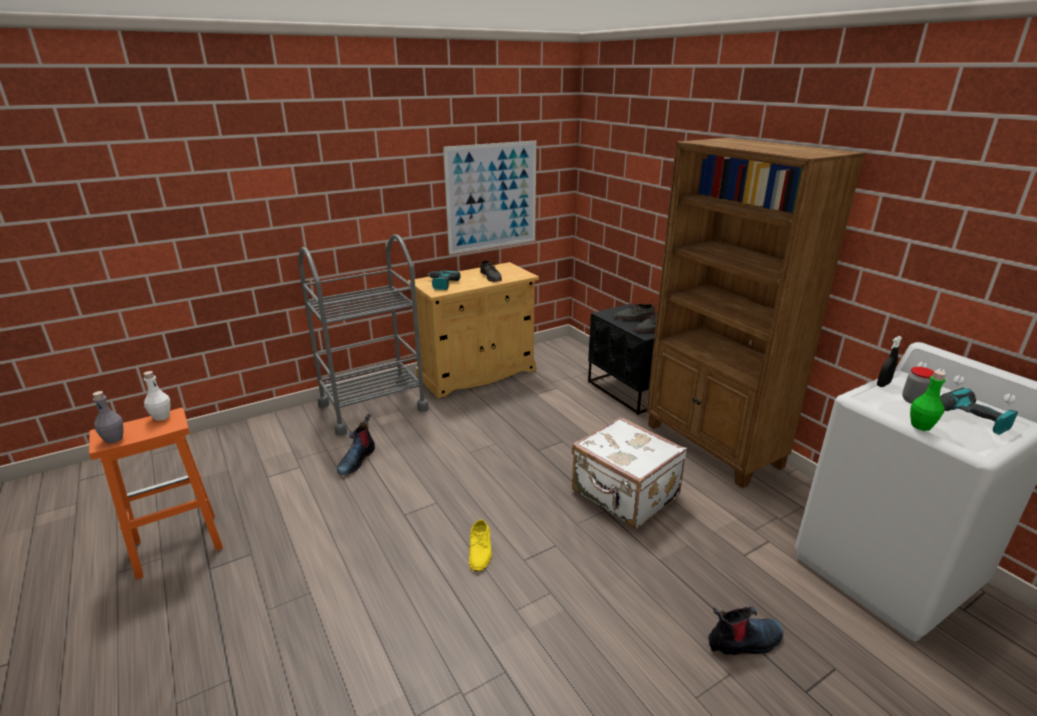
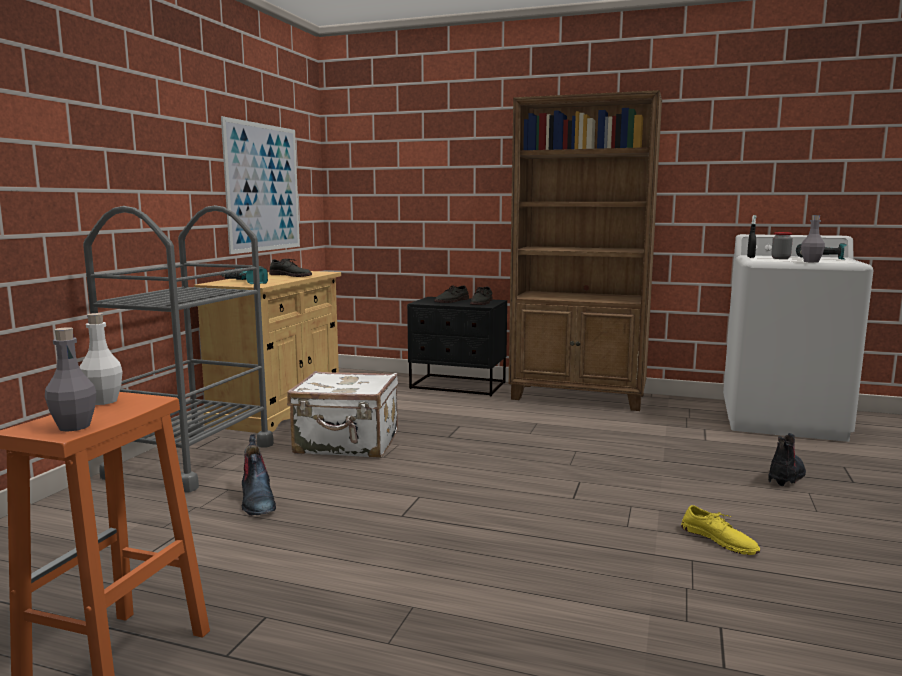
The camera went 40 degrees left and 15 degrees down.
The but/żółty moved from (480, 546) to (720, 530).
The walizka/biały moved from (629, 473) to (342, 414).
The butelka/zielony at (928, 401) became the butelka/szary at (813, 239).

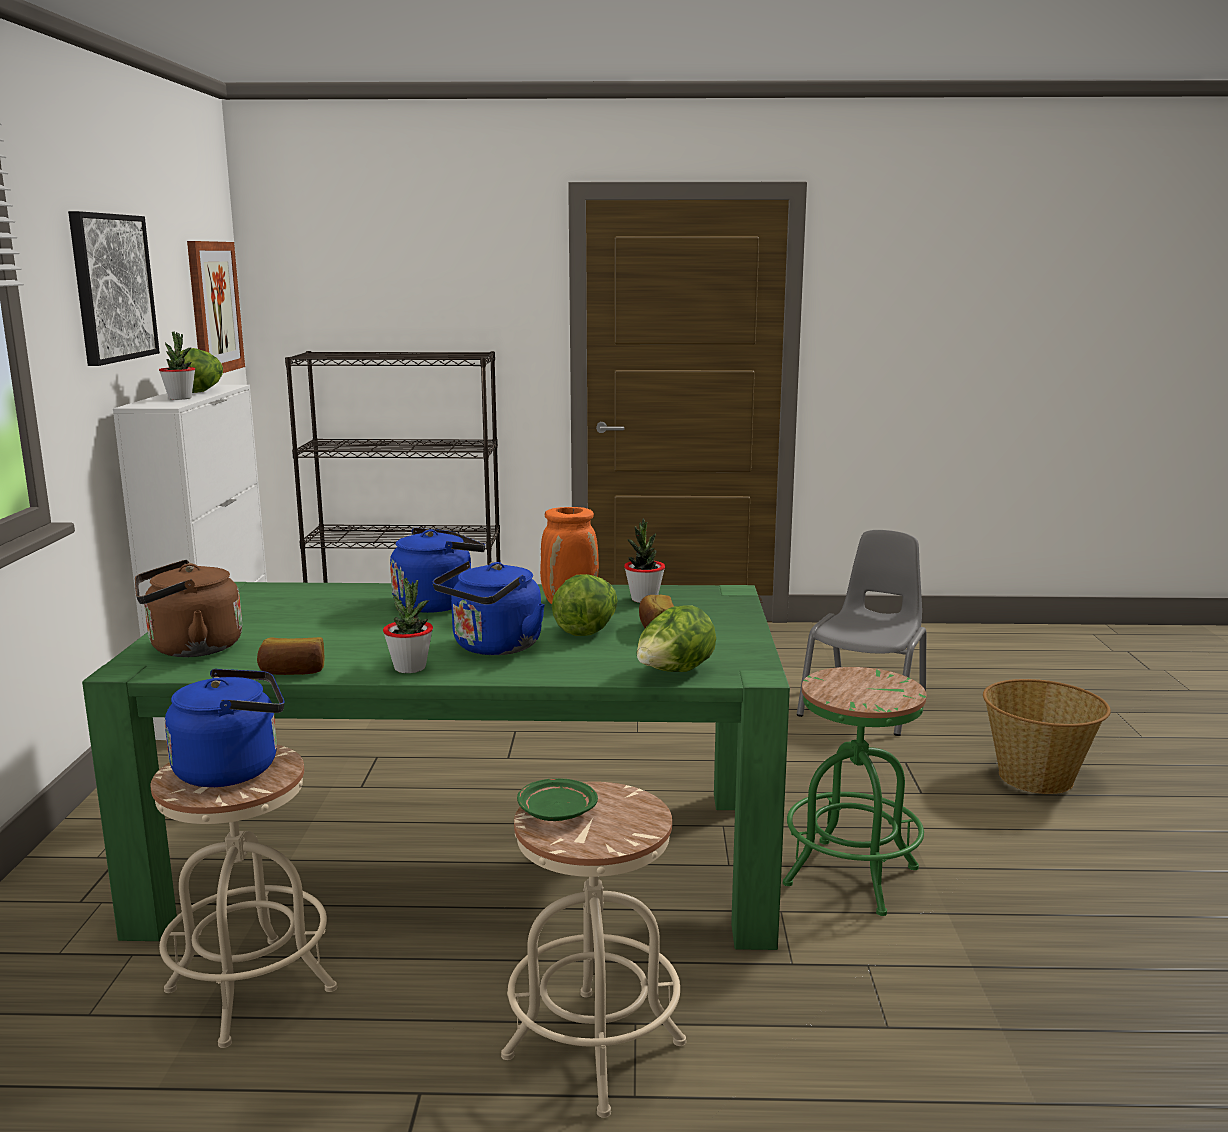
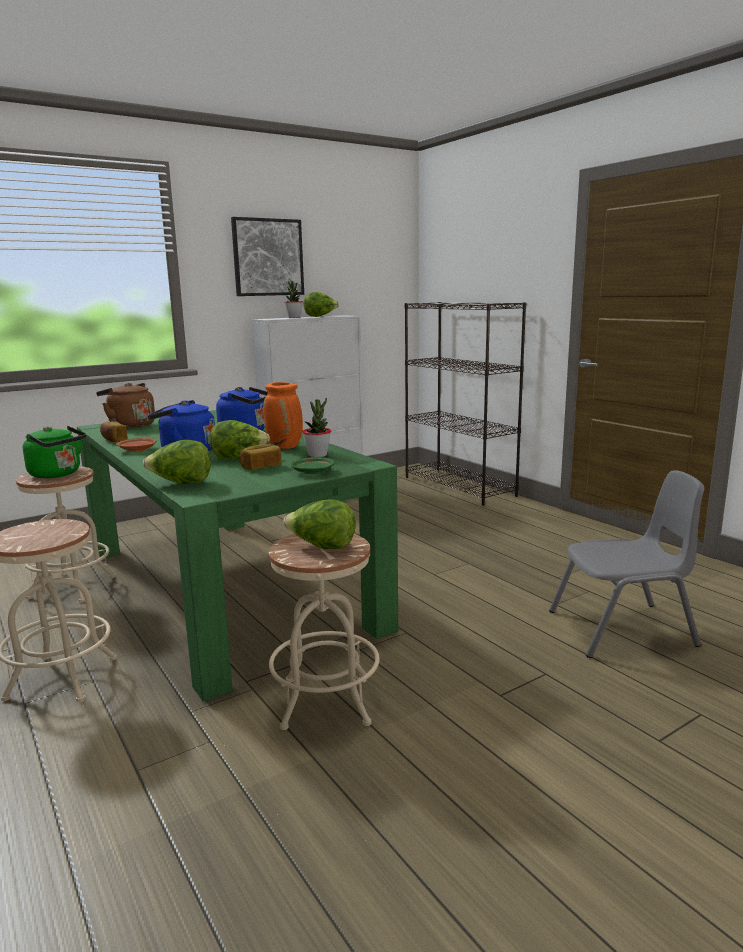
The camera went 55 degrees right and 0 degrees up.
The obraz at (216, 307) disappeared.
The koszyk at (1047, 736) disappeared.
The sałata at (319, 524) appeared.
The talerz/zielony moved from (557, 799) to (313, 465).
The roślina doniczkowa at (408, 625) was replaced by the talerz/brązowy at (136, 445).
The czajnik/niebieski at (225, 728) became the czajnik/zielony at (54, 452).
The stołek/zielony at (855, 791) became the stołek/beżowy at (324, 632).

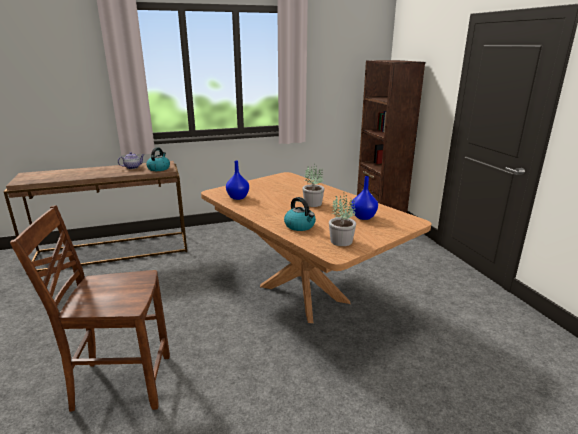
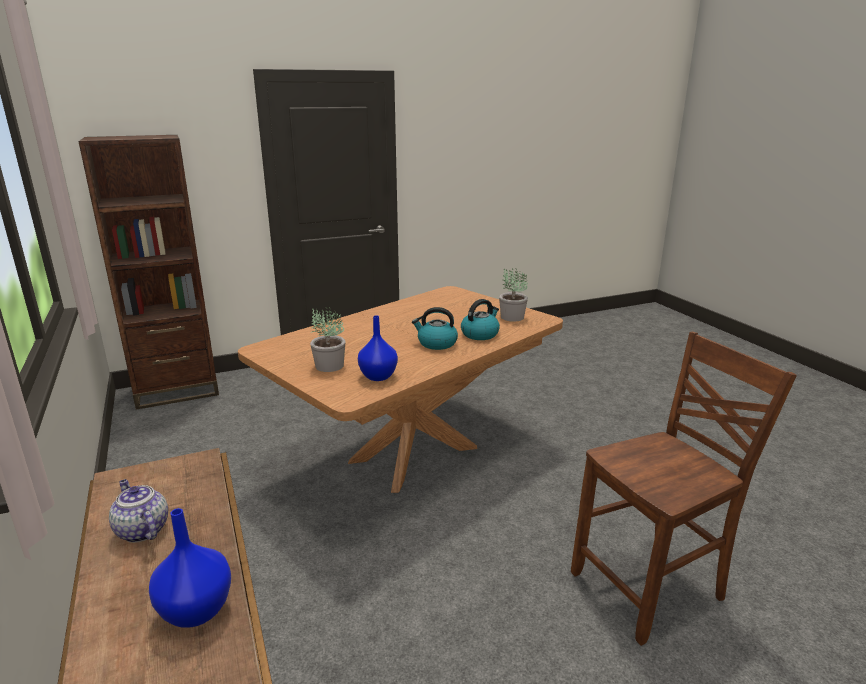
The camera went 95 degrees left and 0 degrees up.
The czajnik moved from (158, 159) to (435, 328).
The roślina doniczkowa moved from (313, 185) to (328, 339).
The wazon/niebieski moved from (364, 198) to (190, 568).
The krzesło/brązowy at (90, 308) turned 105 degrees counterclockwise.

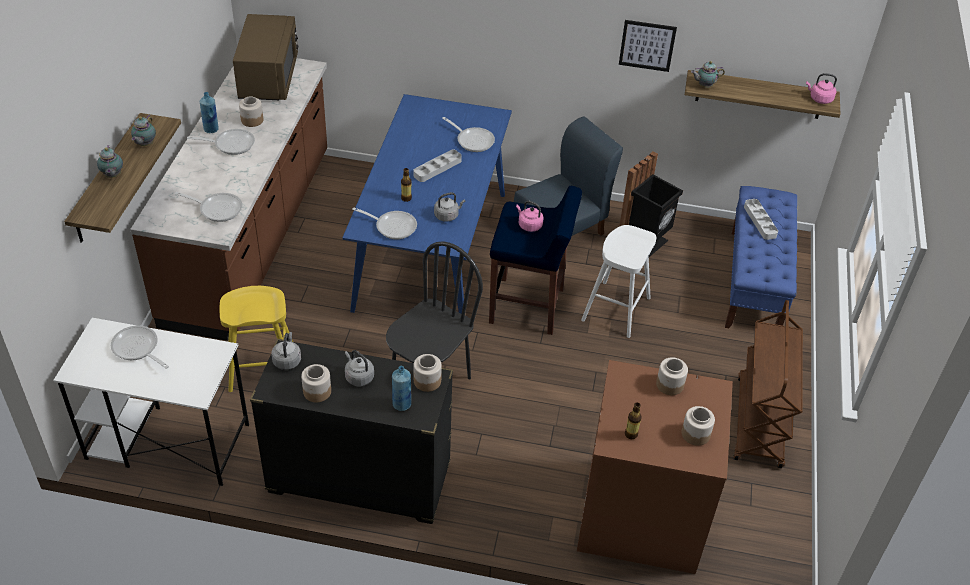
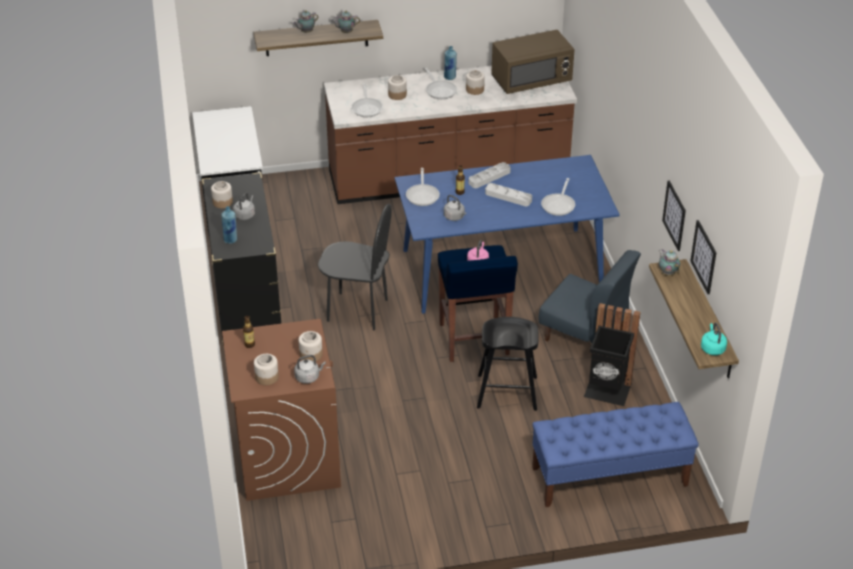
The camera went 70 degrees right and 5 degrees down.
The patelnia at (140, 347) disappeared.
The stołek/żółty at (256, 339) disappeared.
The wózek/brązowy at (768, 384) disappeared.
The obraz at (703, 257) appeared.
The czajnik/szary moved from (286, 351) to (310, 369).
The słoik moved from (427, 373) to (397, 87).
The taca/szary moved from (761, 219) to (490, 175).
The stołek/biały at (618, 281) became the stołek/czarny at (508, 364).
The czajnik/różowy at (821, 88) became the czajnik/turkusowy at (714, 339).

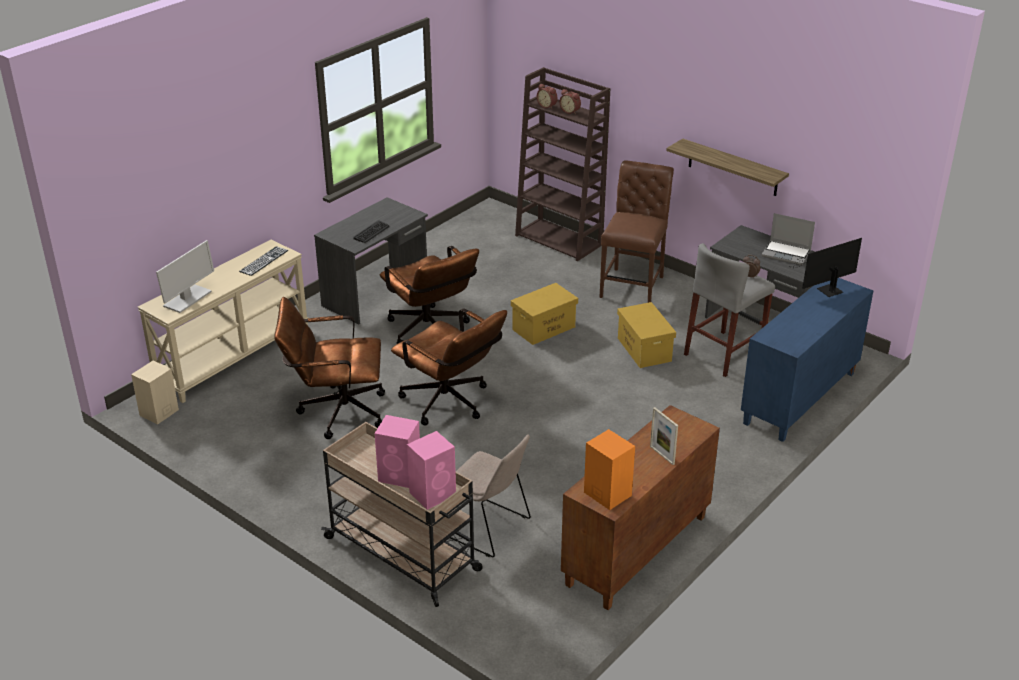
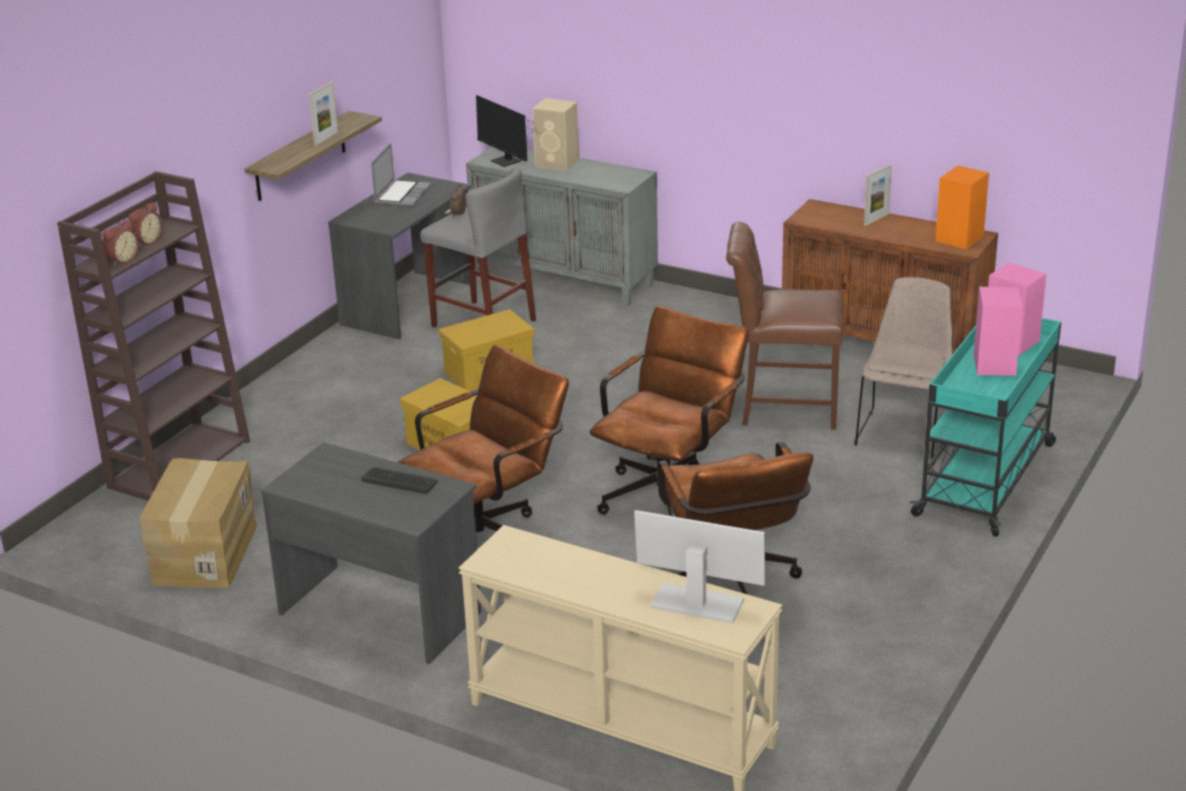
The camera went 100 degrees left and 5 degrees down.
The klawiatura at (263, 261) disappeared.
The karton at (198, 523) appeared.
The ramka na zdjęcie at (323, 113) appeared.
The głośnik/beżowy moved from (155, 393) to (555, 134).
The krzesło/brązowy moved from (636, 231) to (785, 326).
The wózek/beżowy at (402, 514) became the wózek/turkusowy at (985, 427).
The szafka/niebieski at (807, 360) became the szafka/szary at (562, 226).

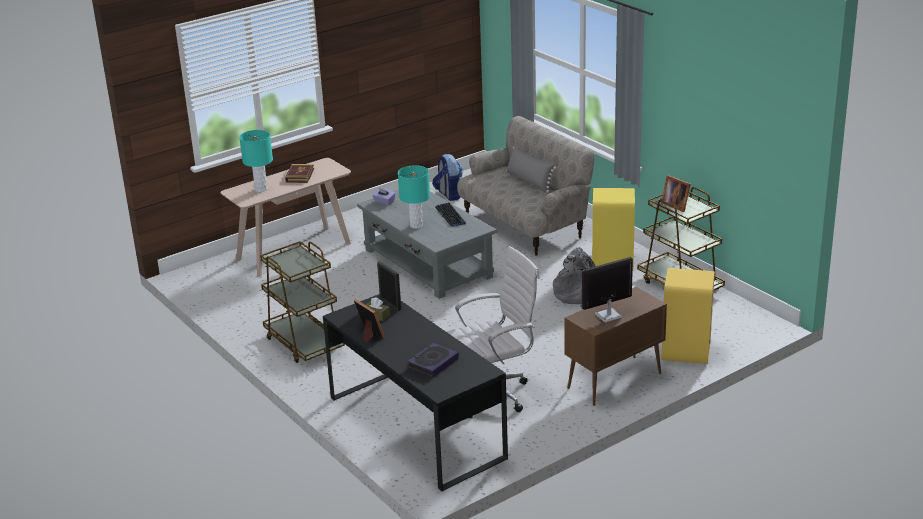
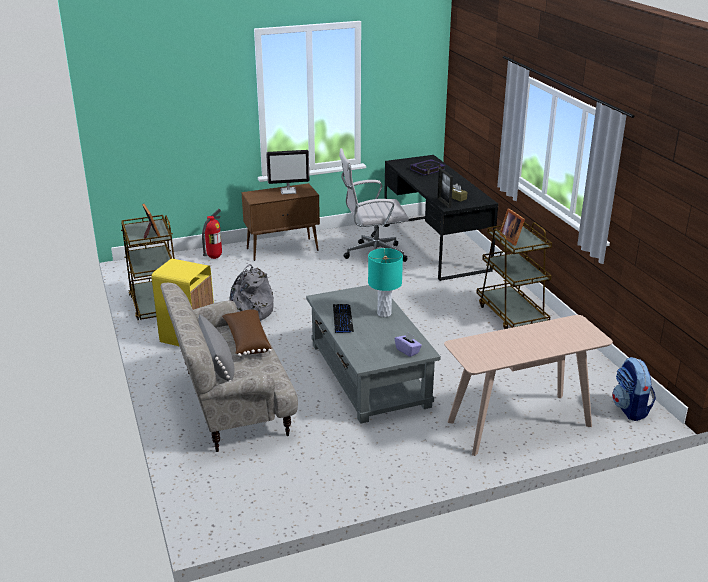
The camera went 165 degrees left and 0 degrees up.
The lampa stołowa/turkusowy at (256, 161) disappeared.
The książka at (299, 173) disappeared.
The poduszka/brązowy at (247, 333) appeared.
The ramka na zdjęcie moved from (369, 321) to (512, 227).
The plecak moved from (447, 177) to (634, 389).
The kosz na śmieci/żółty at (688, 316) was replaced by the gaśnica at (212, 234).

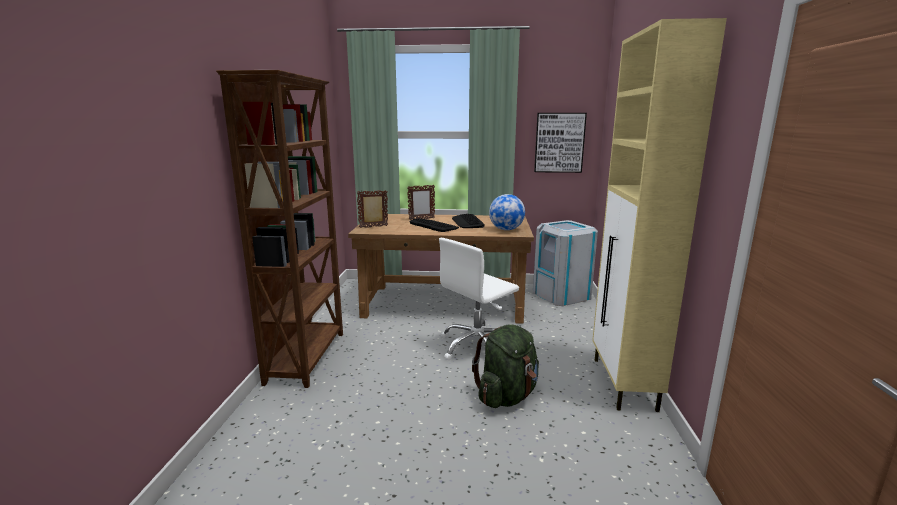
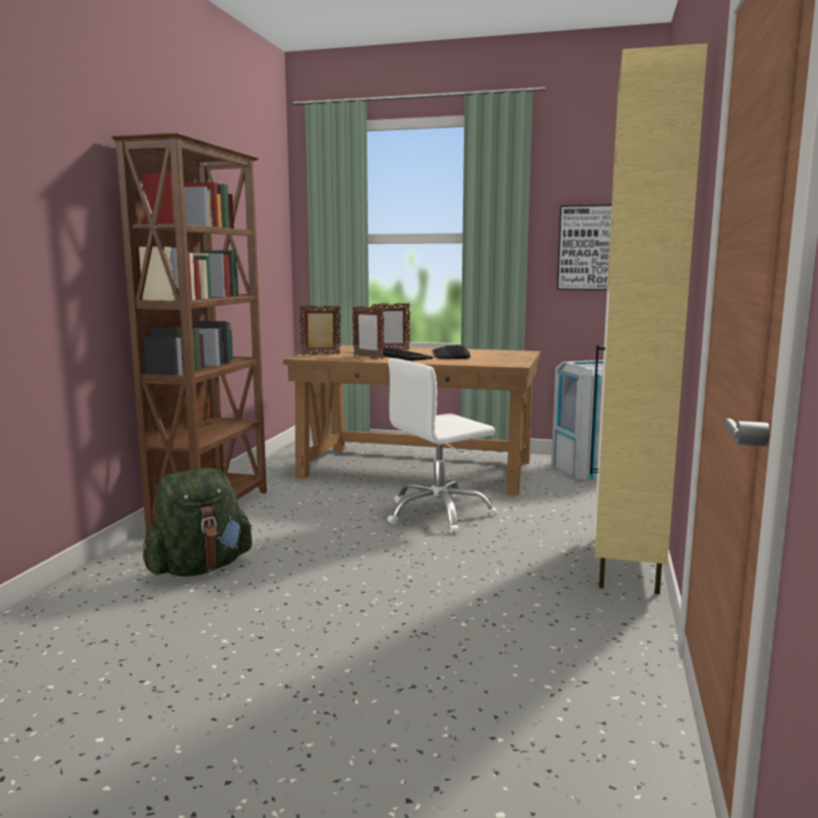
The camera went 10 degrees right and 5 degrees down.
The globus at (507, 212) disappeared.
The ramka na zdjęcie at (368, 332) appeared.
The plecak/zielony moved from (505, 366) to (197, 522).

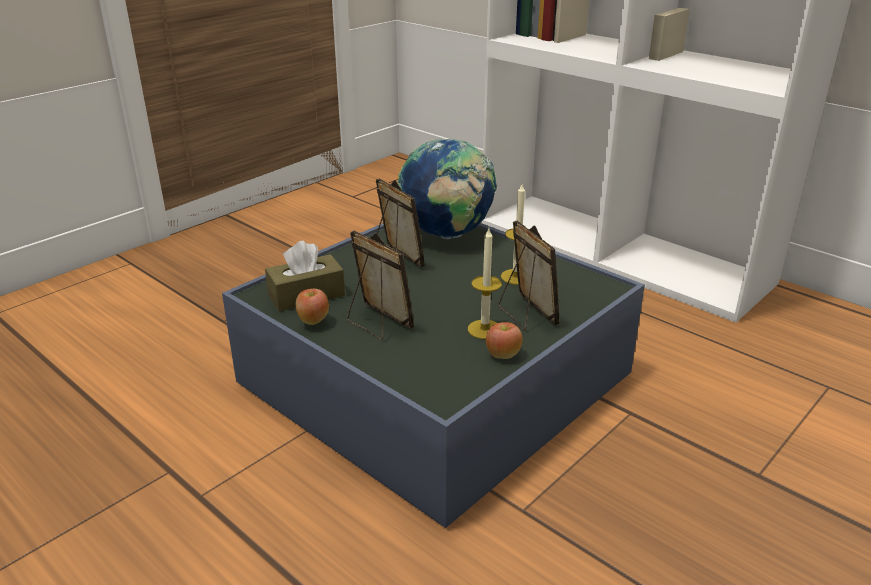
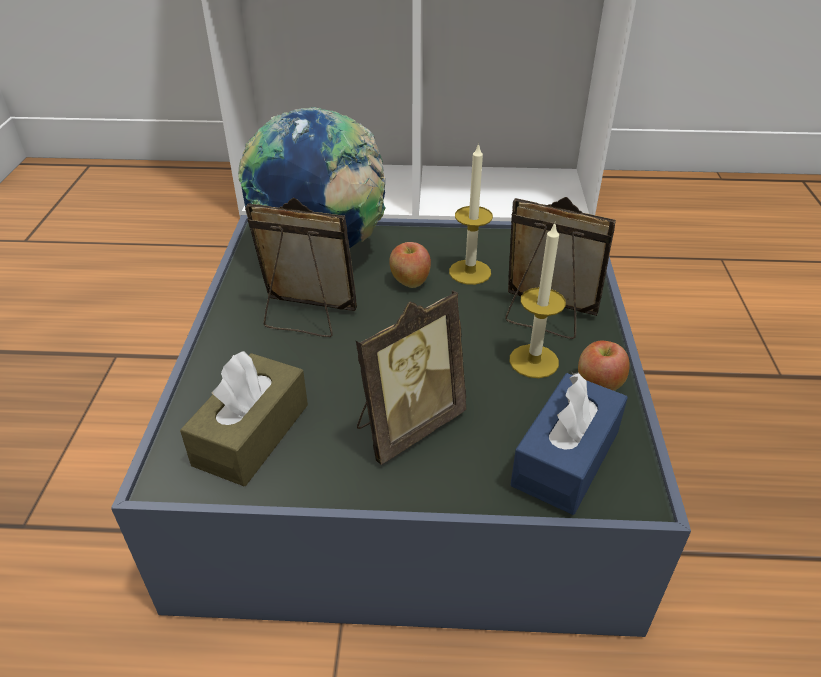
The camera went 40 degrees left and 10 degrees up.
The pudełko chusteczek/niebieski at (569, 443) appeared.
The jabłko moved from (312, 307) to (410, 265).
The ramka na zdjęcie at (380, 285) turned 135 degrees clockwise.

